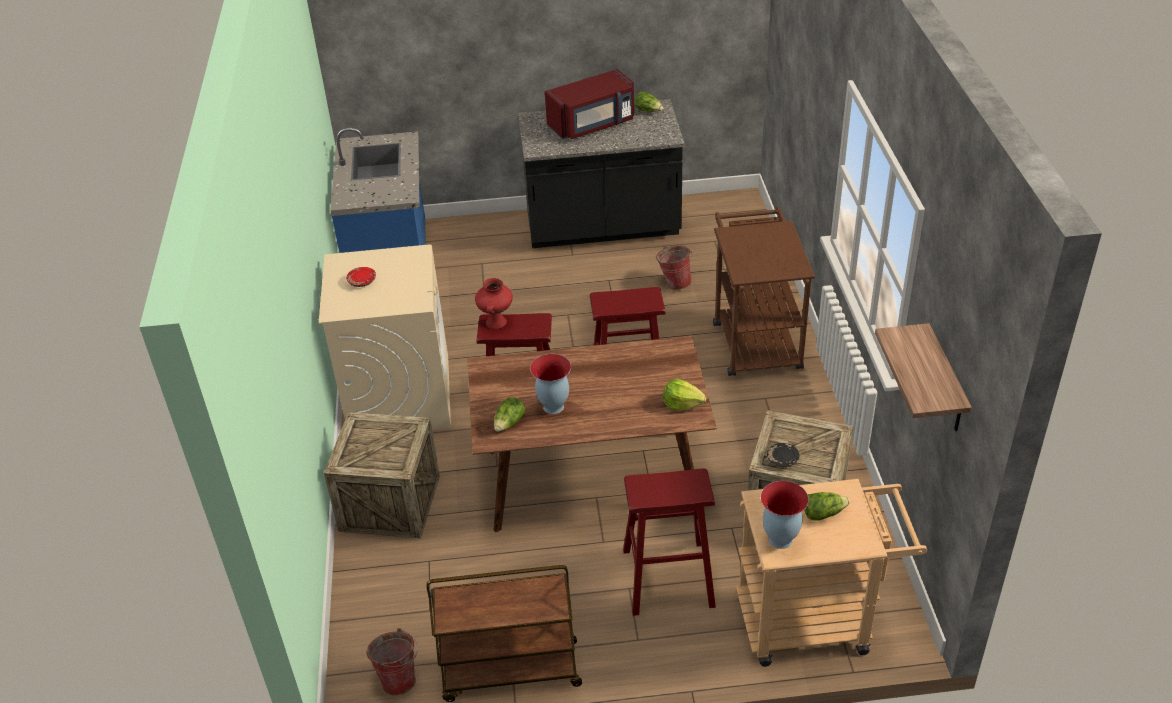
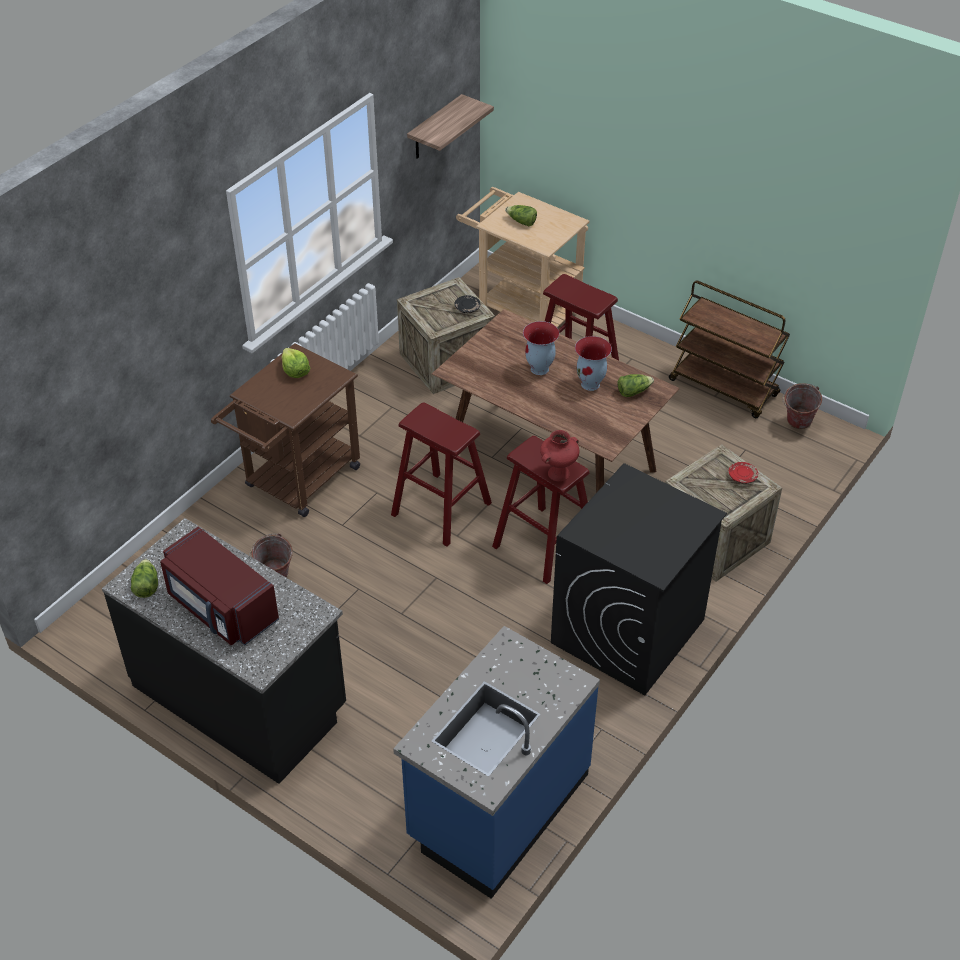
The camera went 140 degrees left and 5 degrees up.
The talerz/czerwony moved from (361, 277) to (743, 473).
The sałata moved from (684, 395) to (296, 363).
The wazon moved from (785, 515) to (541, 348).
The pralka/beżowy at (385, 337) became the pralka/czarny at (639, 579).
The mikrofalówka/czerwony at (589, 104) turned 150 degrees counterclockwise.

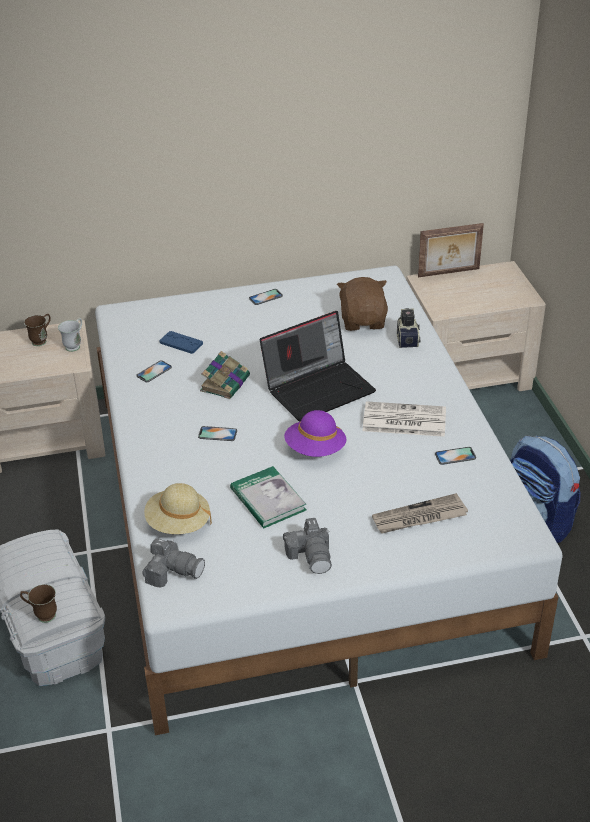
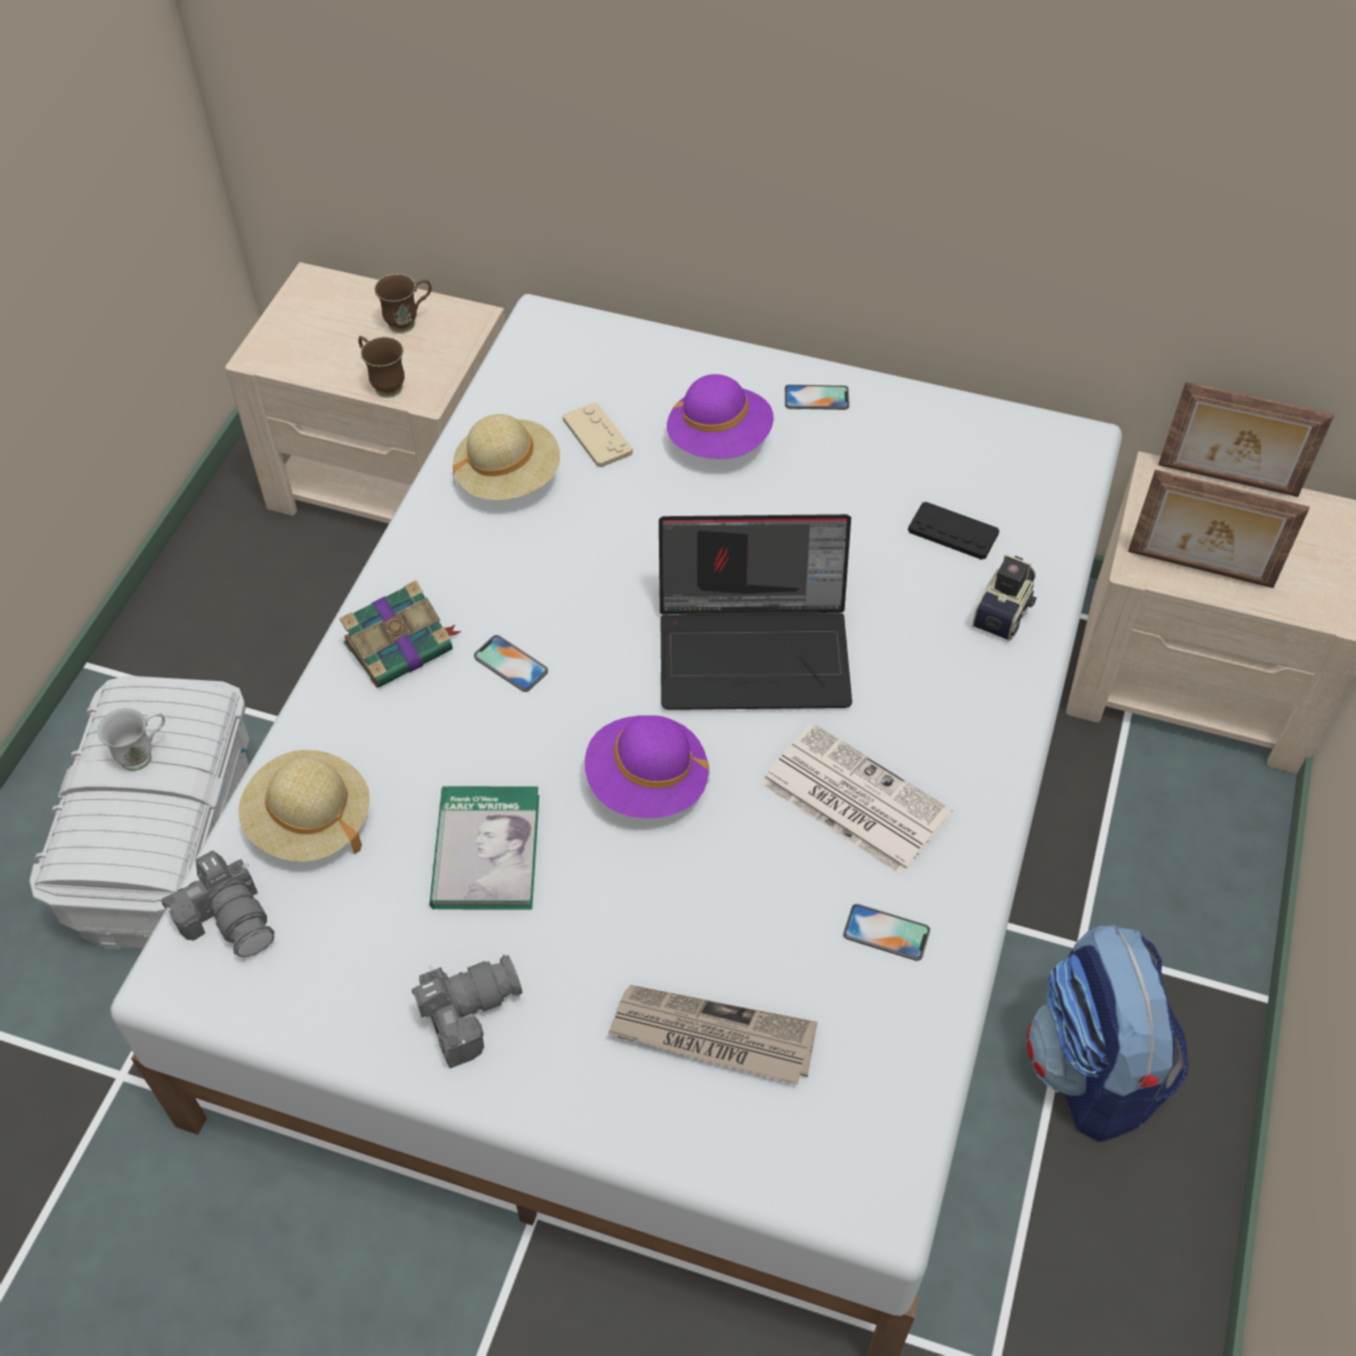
The camera went 30 degrees right and 15 degrees up.
The kapelusz/fioletowy at (720, 416) appeared.
The ramka na zdjęcie at (1219, 529) appeared.
The kubek/brązowy moved from (38, 603) to (381, 367).
The kubek/biały moved from (70, 335) to (131, 739).
The książka moved from (225, 375) to (400, 634).
The telefon at (154, 371) was replaced by the kapelusz/beżowy at (506, 457).
The pluszak/brązowy at (362, 304) was replaced by the pad do gier/czarny at (953, 530).
The pad do gier/niebieski at (181, 342) became the pad do gier/beżowy at (598, 435).
The aparat fotograficzny at (307, 546) turned 135 degrees counterclockwise.

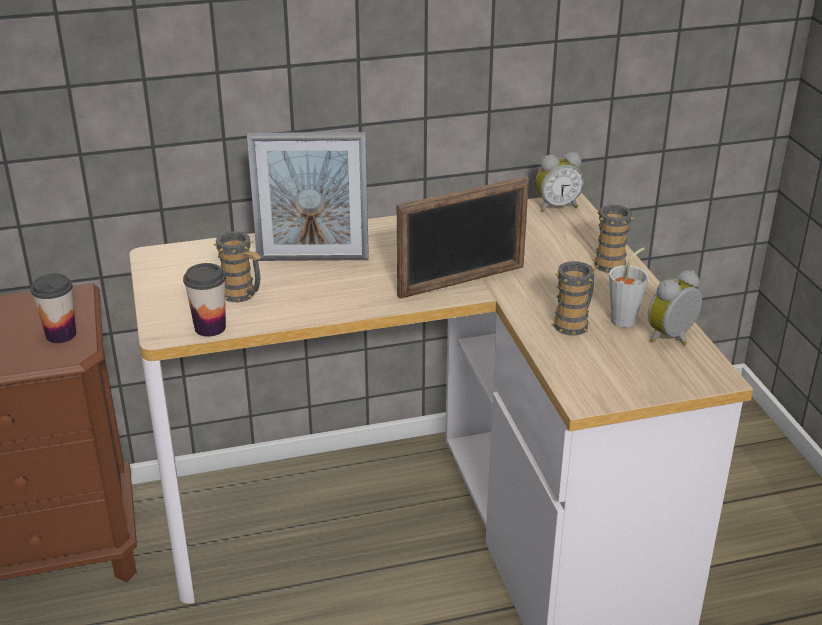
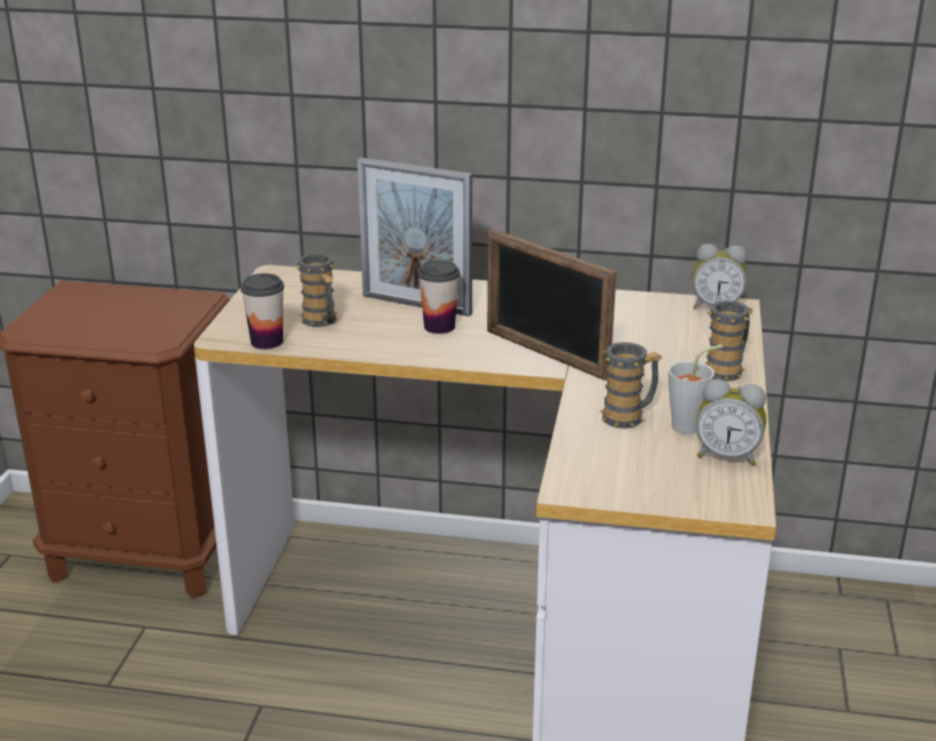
The camera went 25 degrees right and 5 degrees down.
The filiżanka moved from (53, 308) to (439, 297).
The ramka na zdjęcie at (463, 237) turned 45 degrees clockwise.
The budzik at (675, 307) turned 150 degrees counterclockwise.

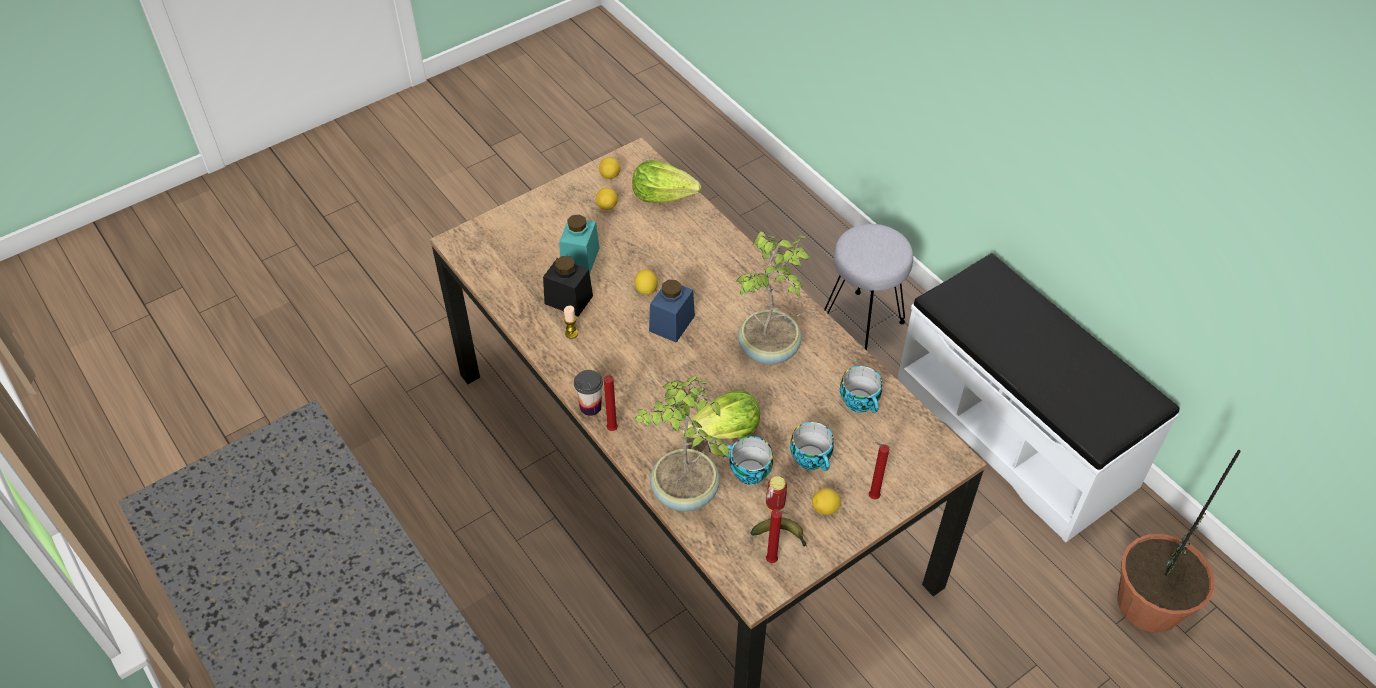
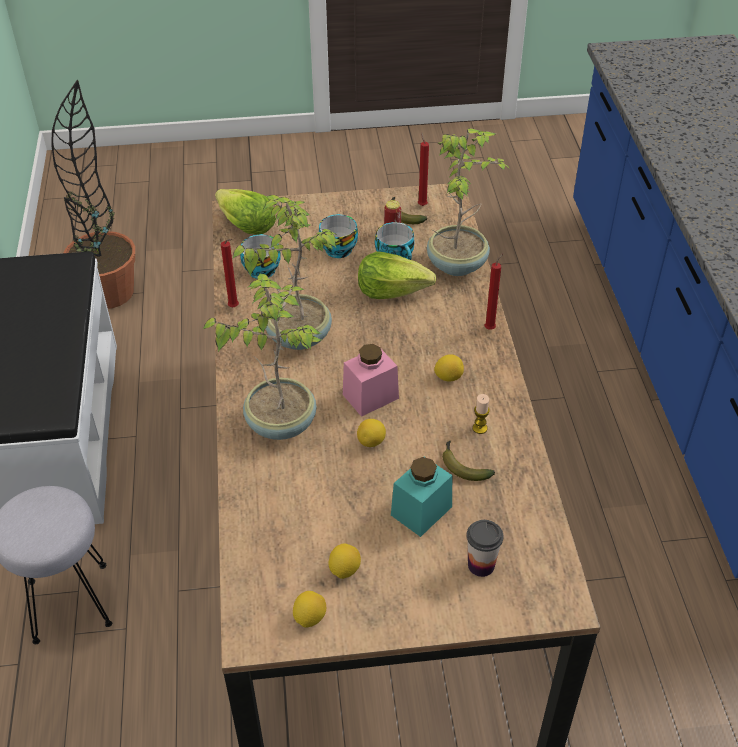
The camera went 150 degrees left and 5 degrees down.
The roślina doniczkowa at (262, 356) appeared.
The filiżanka moved from (588, 393) to (484, 548).
The sałata moved from (666, 181) to (245, 212).
The cytryna moved from (826, 501) to (449, 367).
The świeca/czerwony moved from (879, 470) to (230, 273).
The słoik/czarny at (568, 286) was replaced by the banan at (468, 461).
The słoik/niebieski at (672, 311) became the słoik/różowy at (371, 380).

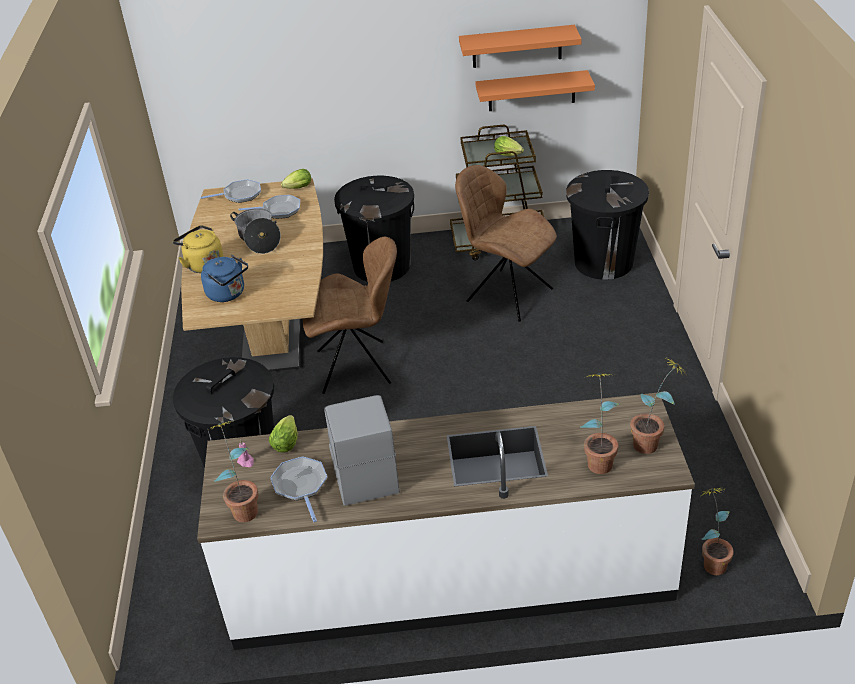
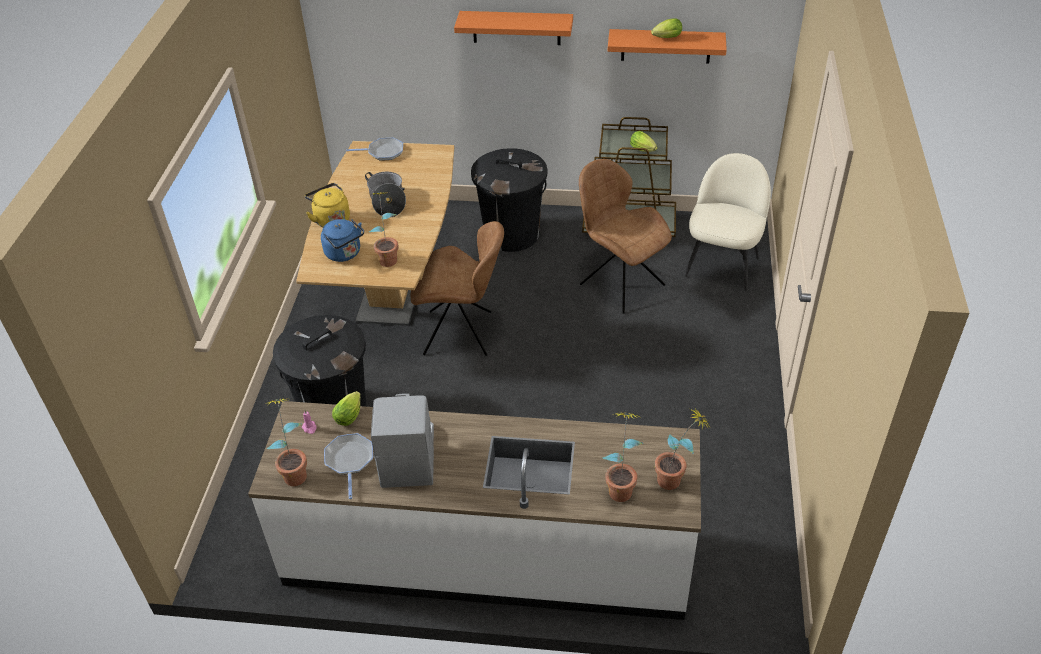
The camera went 10 degrees right and 5 degrees up.
The patelnia at (269, 207) disappeared.
The sałata moved from (296, 179) to (666, 28).
The półka/pomarańczowy moved from (535, 90) to (513, 28).
The roślina doniczkowa moved from (717, 531) to (383, 229).
The kosz na śmieci/czarny at (607, 225) was replaced by the krzesło/beżowy at (727, 222).

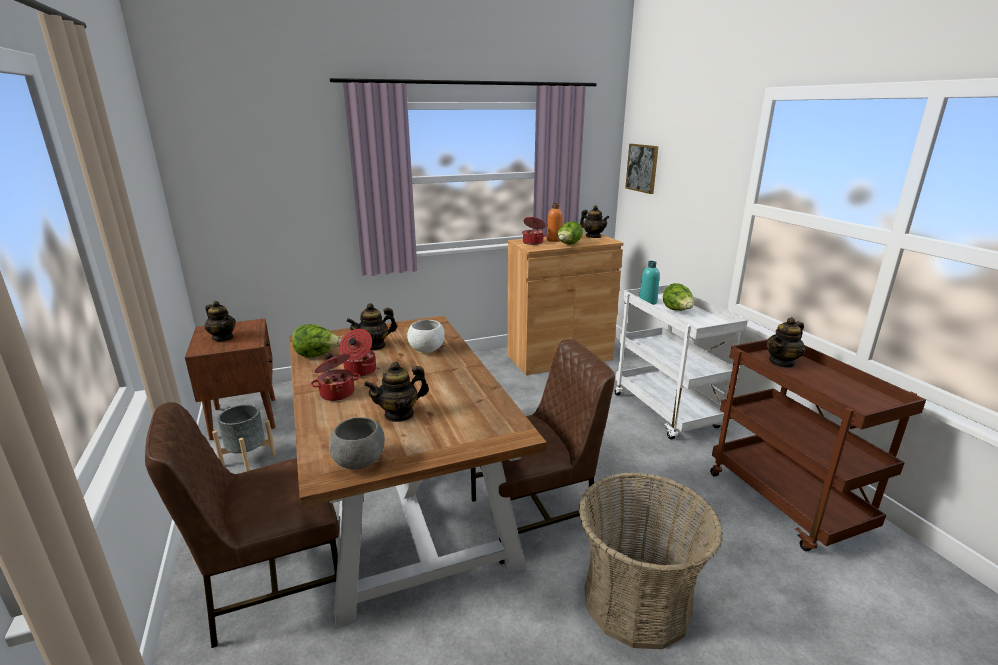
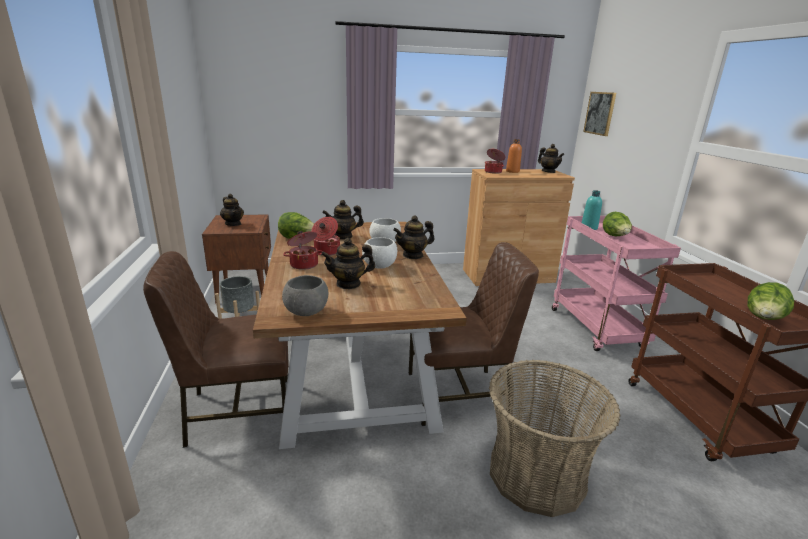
The camera went 10 degrees right and 0 degrees up.
The miska/biały at (379, 253) appeared.
The sałata moved from (570, 233) to (770, 301).
The imbryk moved from (786, 342) to (413, 237).
The wózek/biały at (681, 362) became the wózek/różowy at (616, 283).

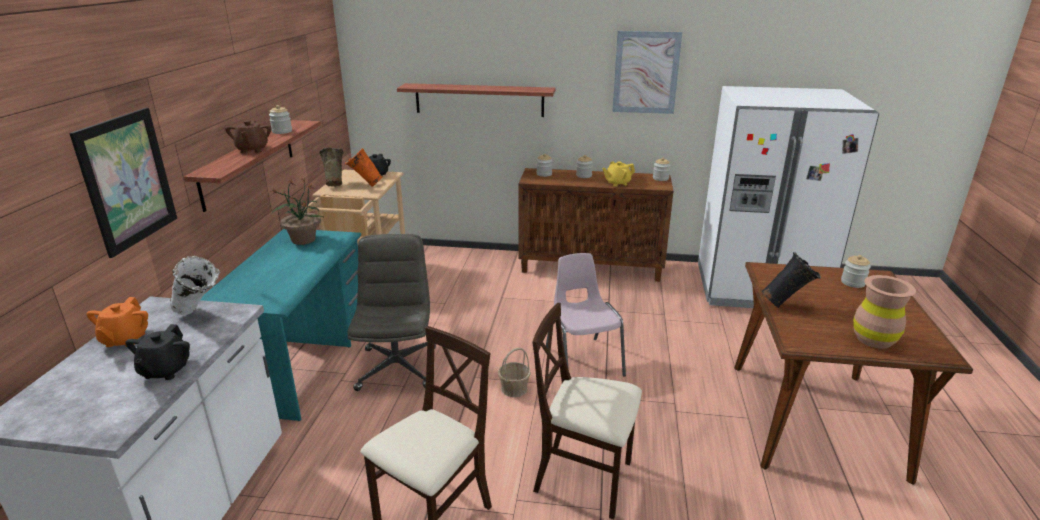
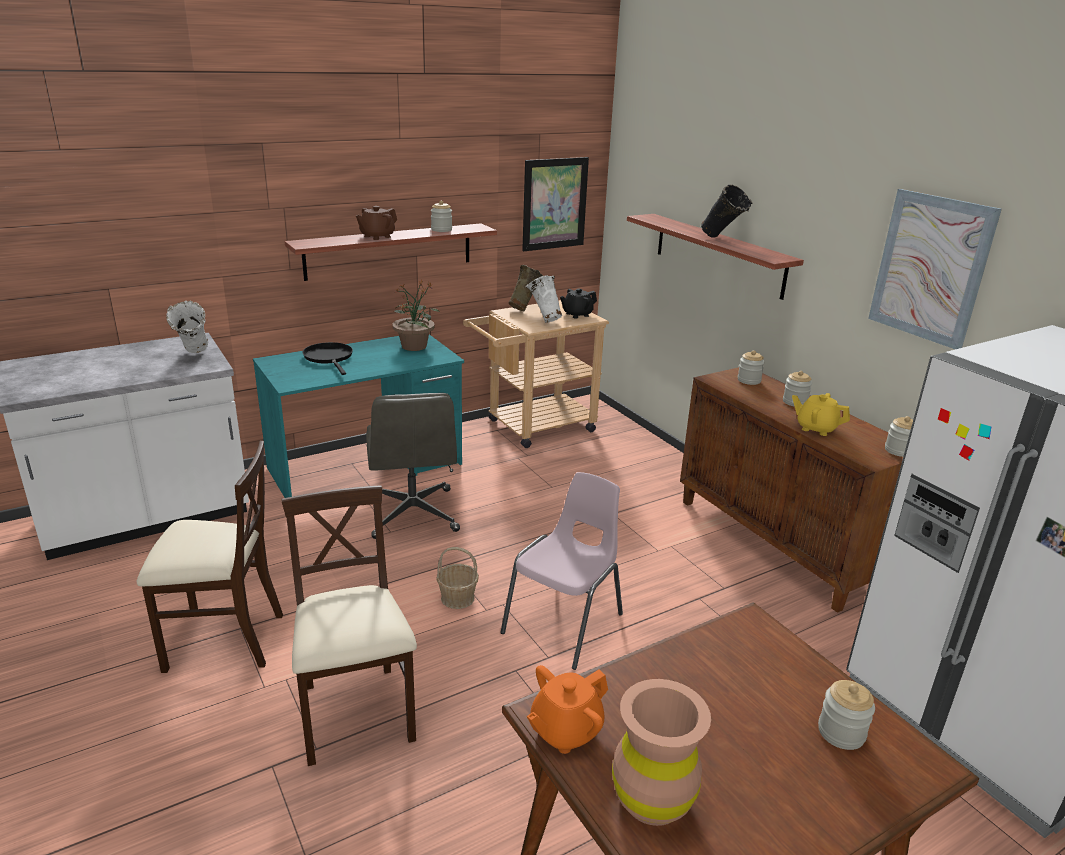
The camera went 50 degrees right and 0 degrees up.
The imbryk/czarny at (157, 352) disappeared.
The patelnia/czarny at (327, 358) appeared.
The obraz moved from (123, 183) to (555, 204).
The imbryk/pomarańczowy moved from (117, 322) to (567, 709).
The wazon/czarny moved from (791, 280) to (726, 211).
The wazon/pomarańczowy at (364, 167) became the wazon/biały at (544, 299).
The krzesło biurowe/szary at (391, 312) turned 120 degrees clockwise.

